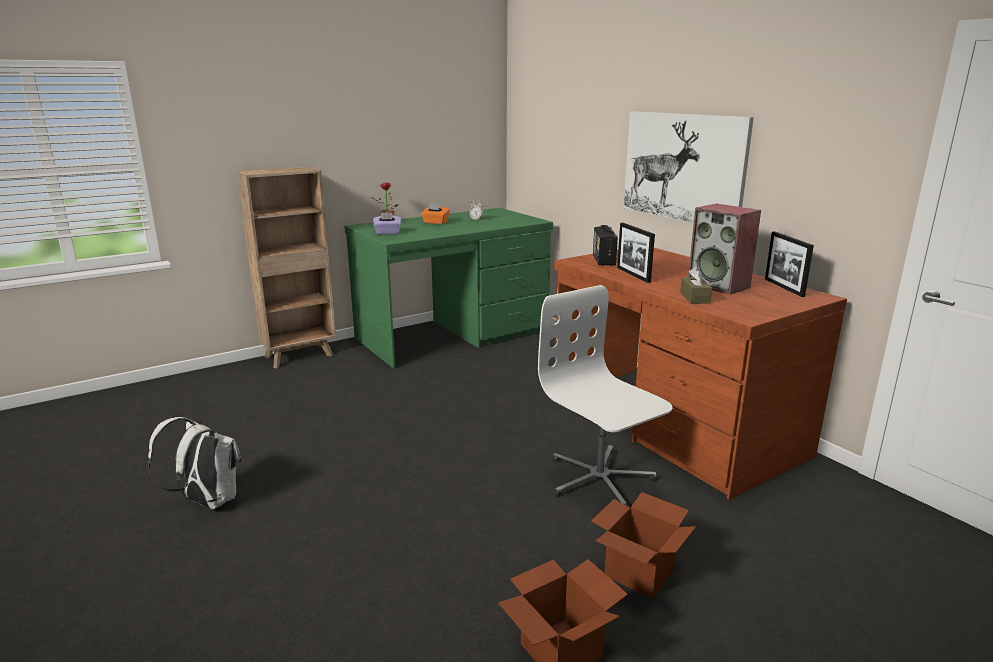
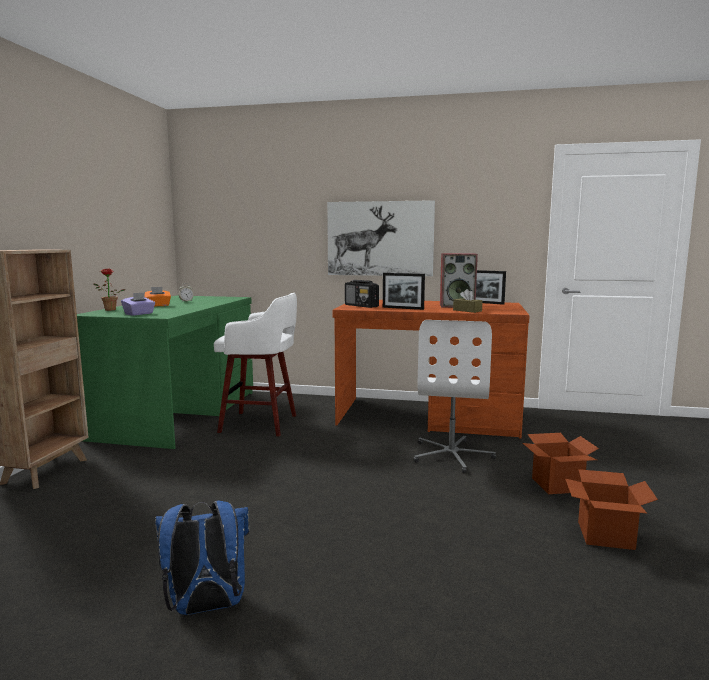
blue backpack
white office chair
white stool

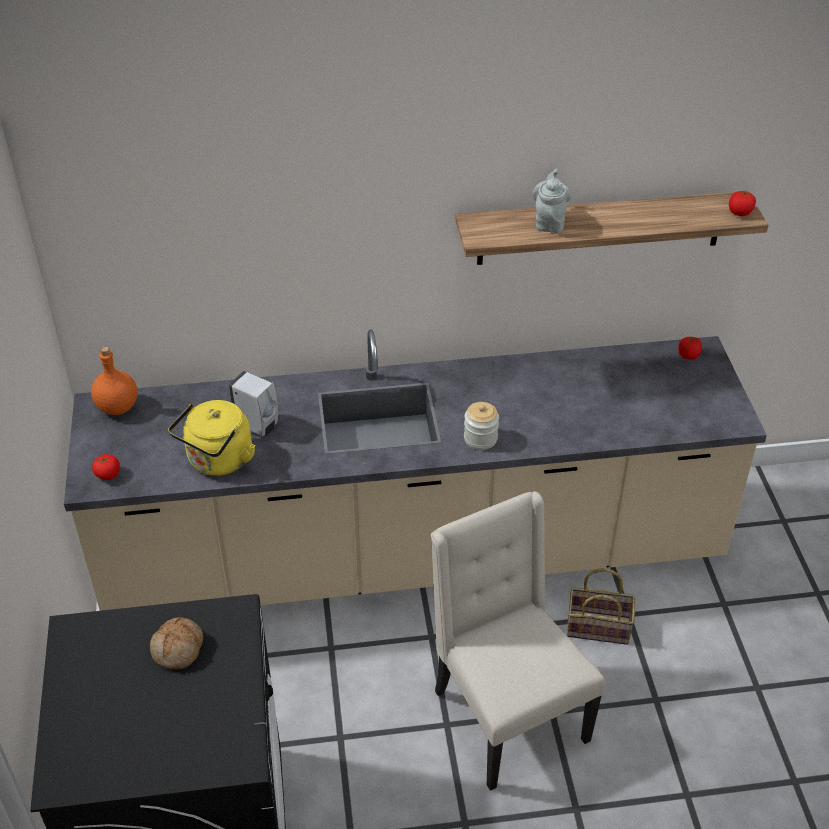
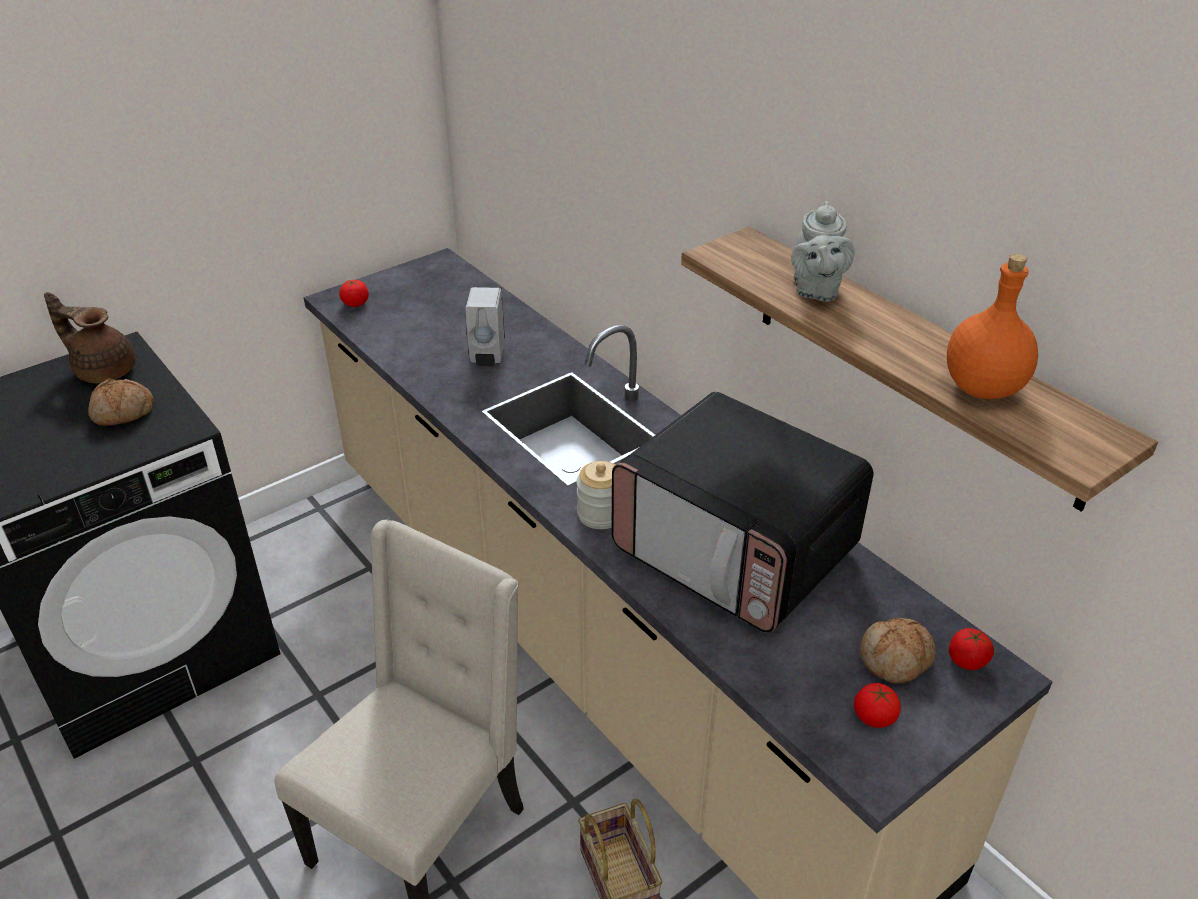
orange bottle
yellow kettle
grey teapot
tomato (no. 2 from left)
brown teapot
microwave
bread (no. 2 from left)

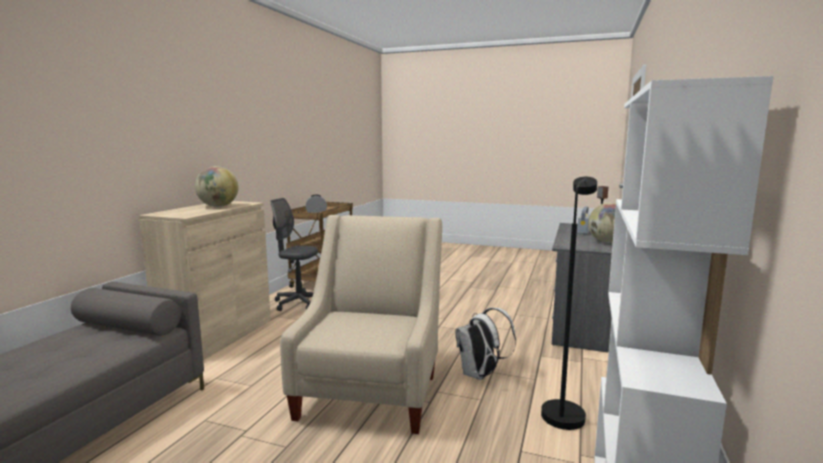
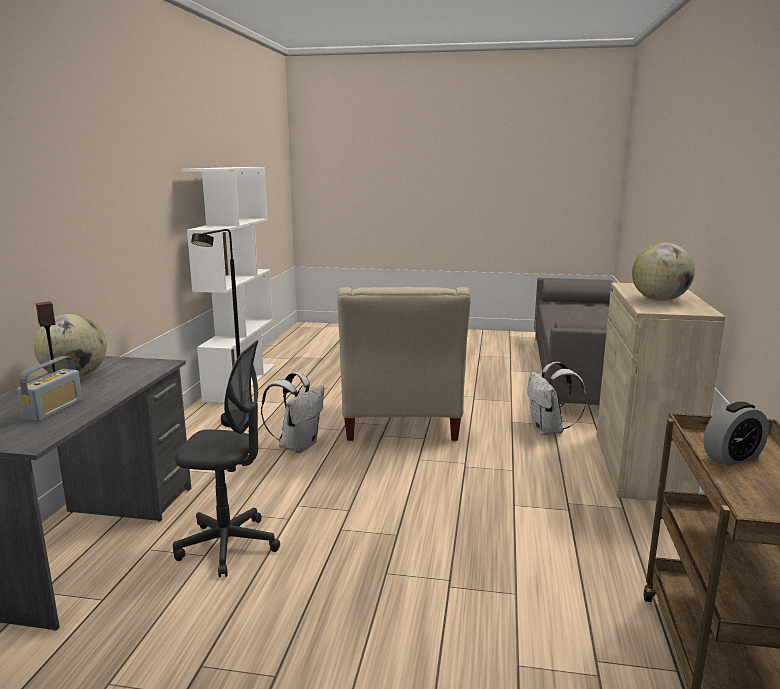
grey office chair
white backpack (no. 2 from left)

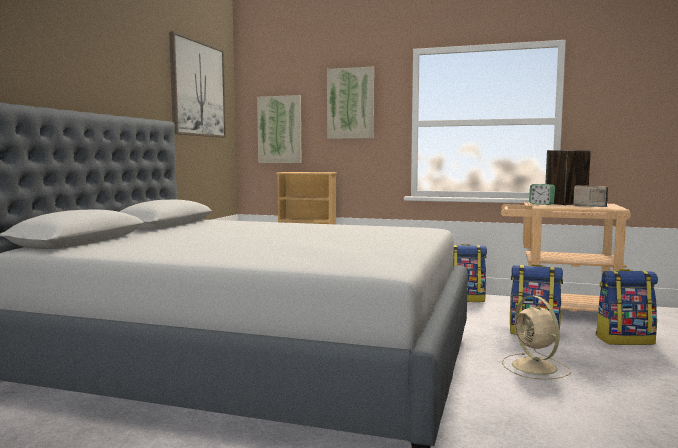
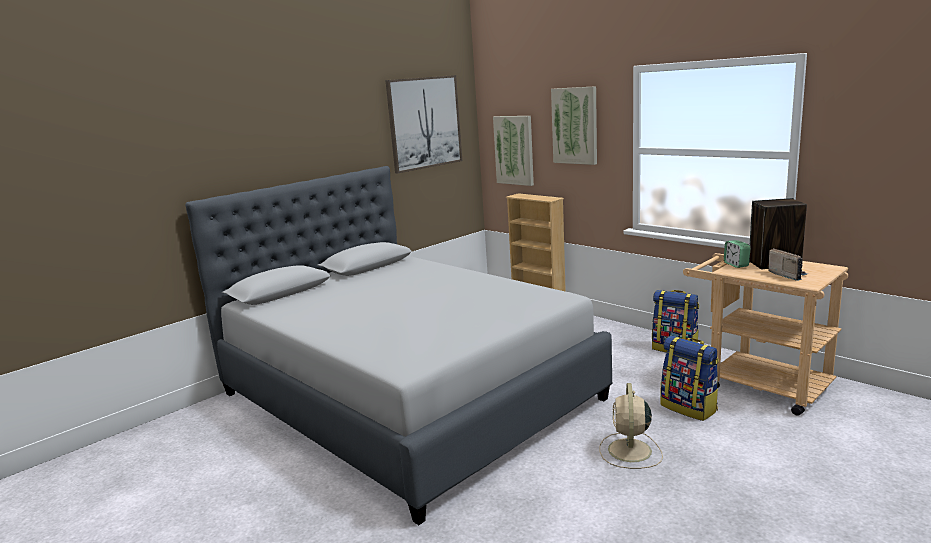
backpack (no. 3 from left in the first image)

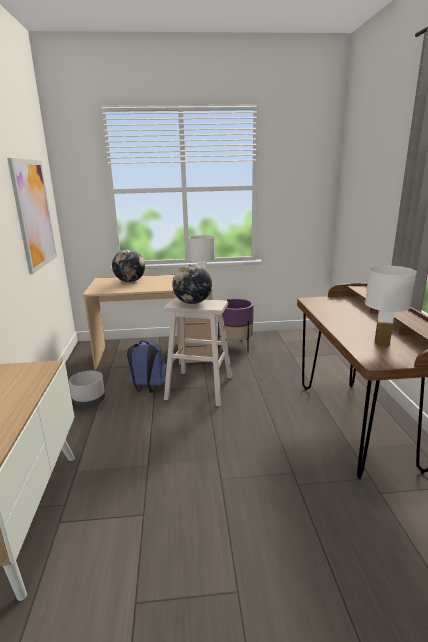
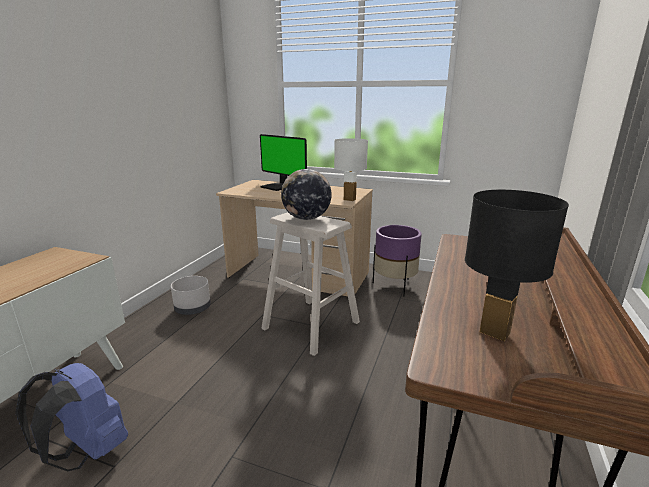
picture
monitor
blue backpack
black table lamp

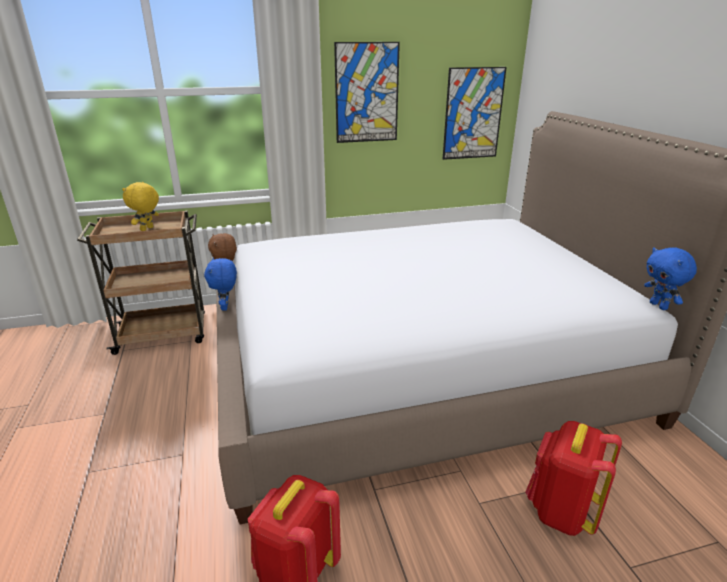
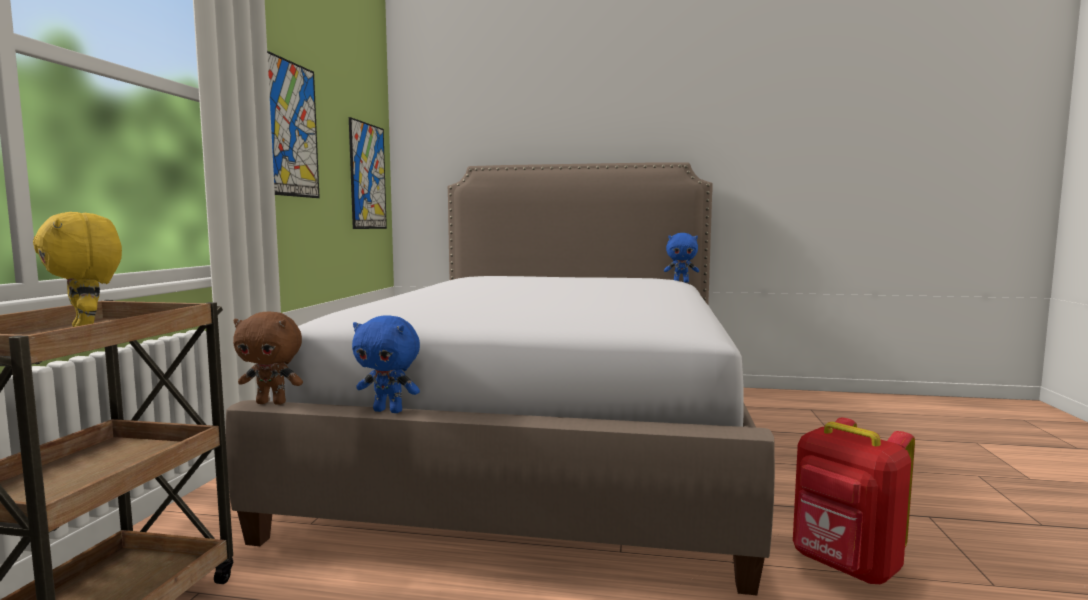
red backpack (no. 2 from left in the first image)

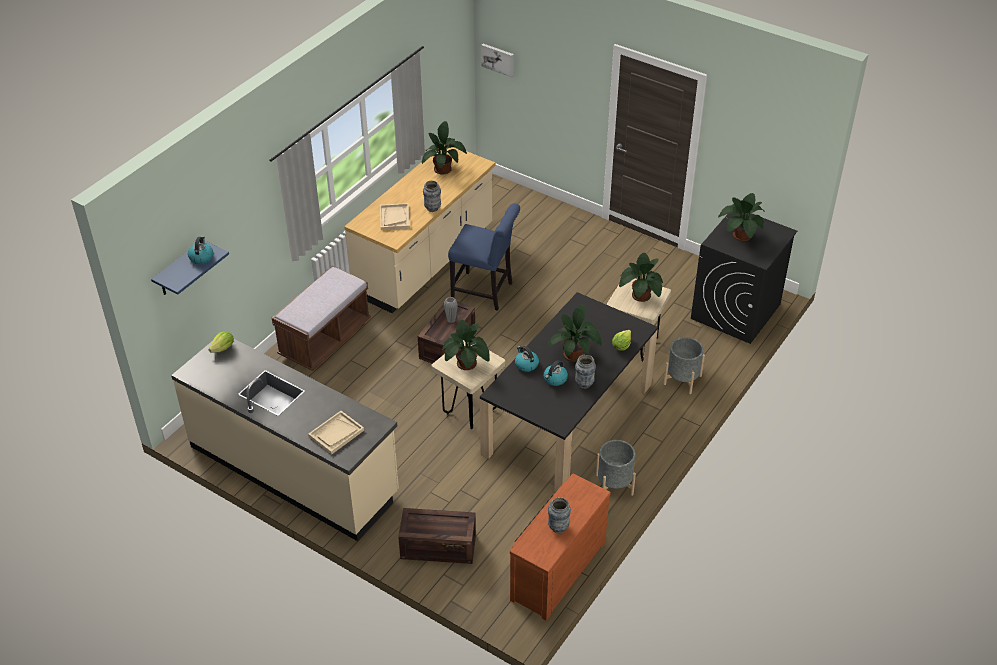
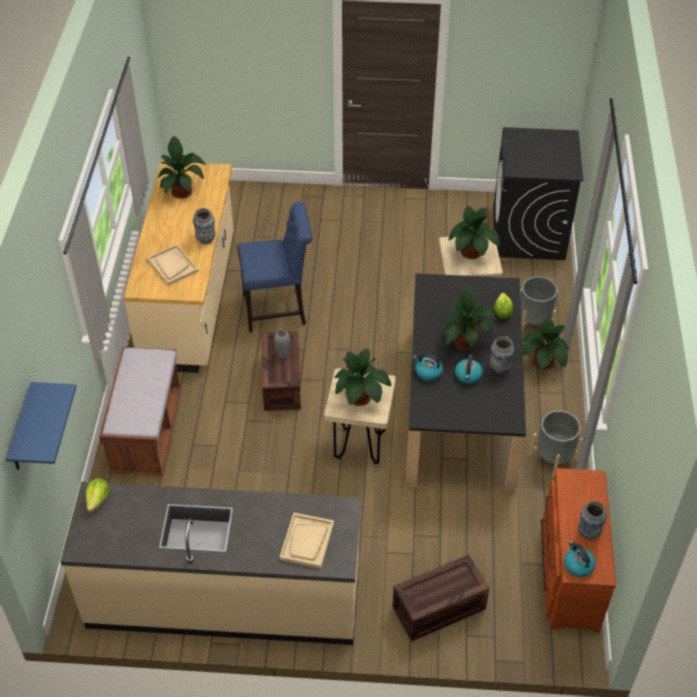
kettle (no. 3 from left)
picture
potted plant (no. 5 from left)

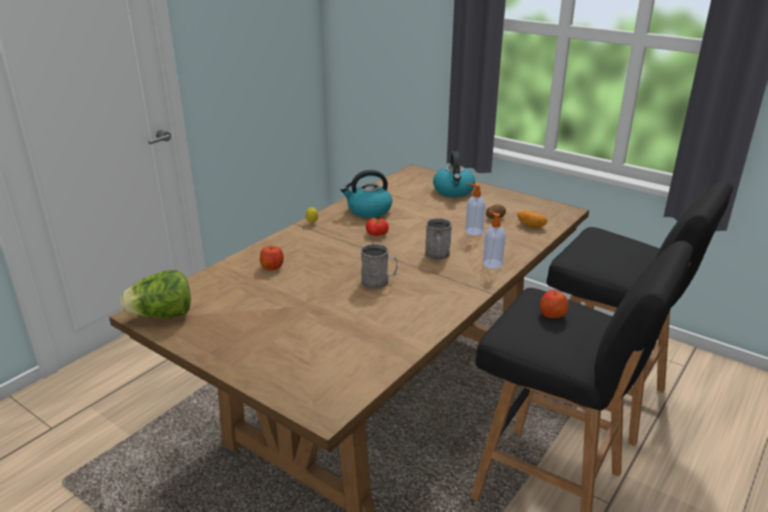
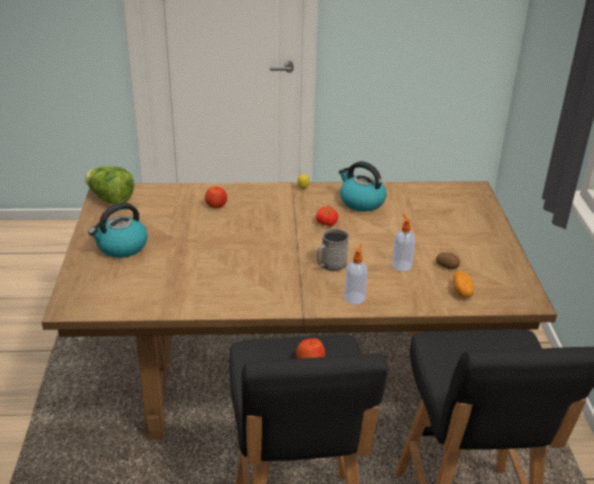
grey mug (no. 1 from left in the first image)
kettle (no. 1 from left)

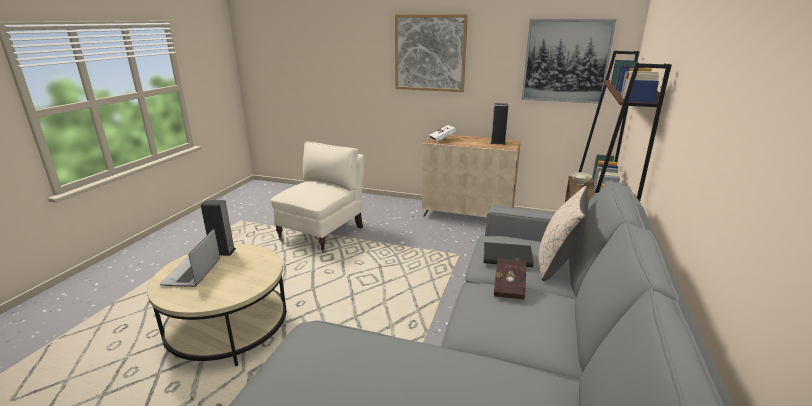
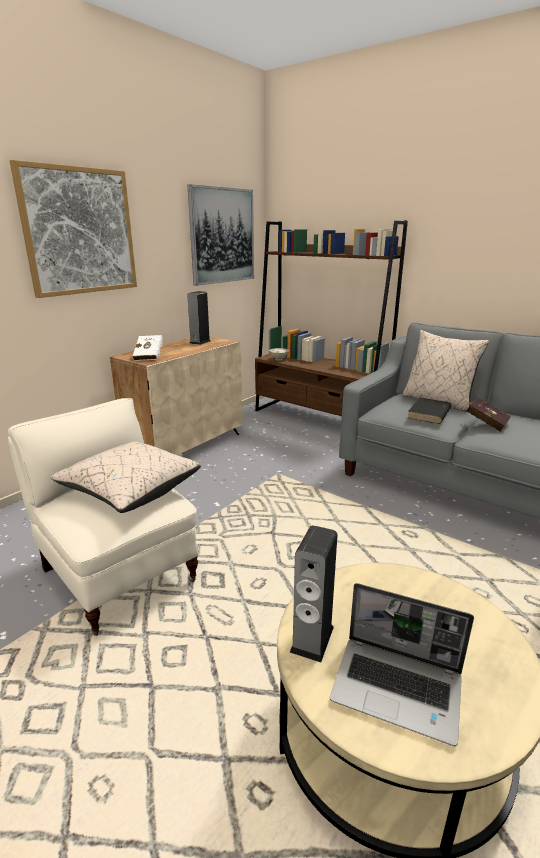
beige pillow (no. 1 from left)

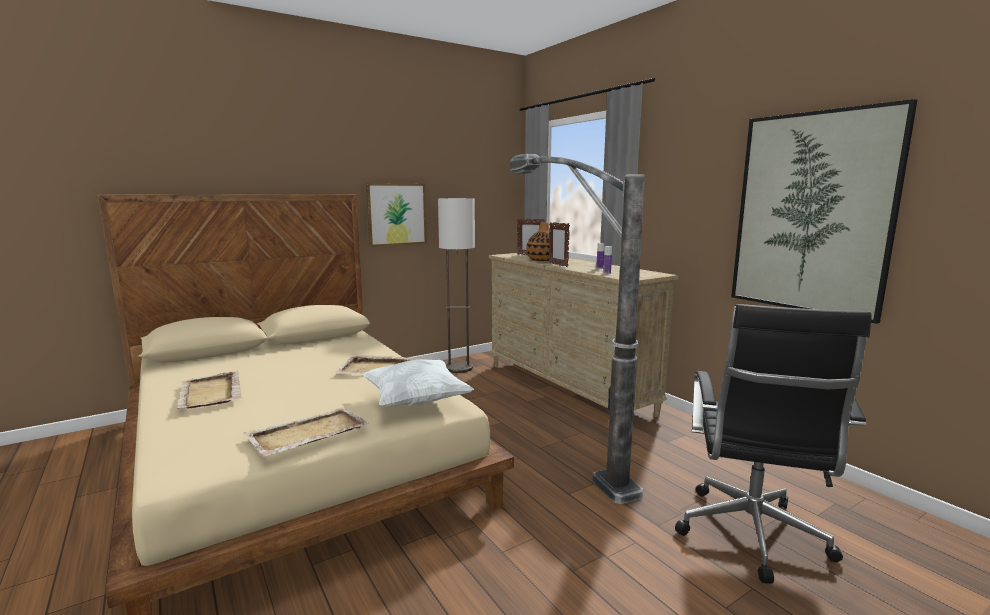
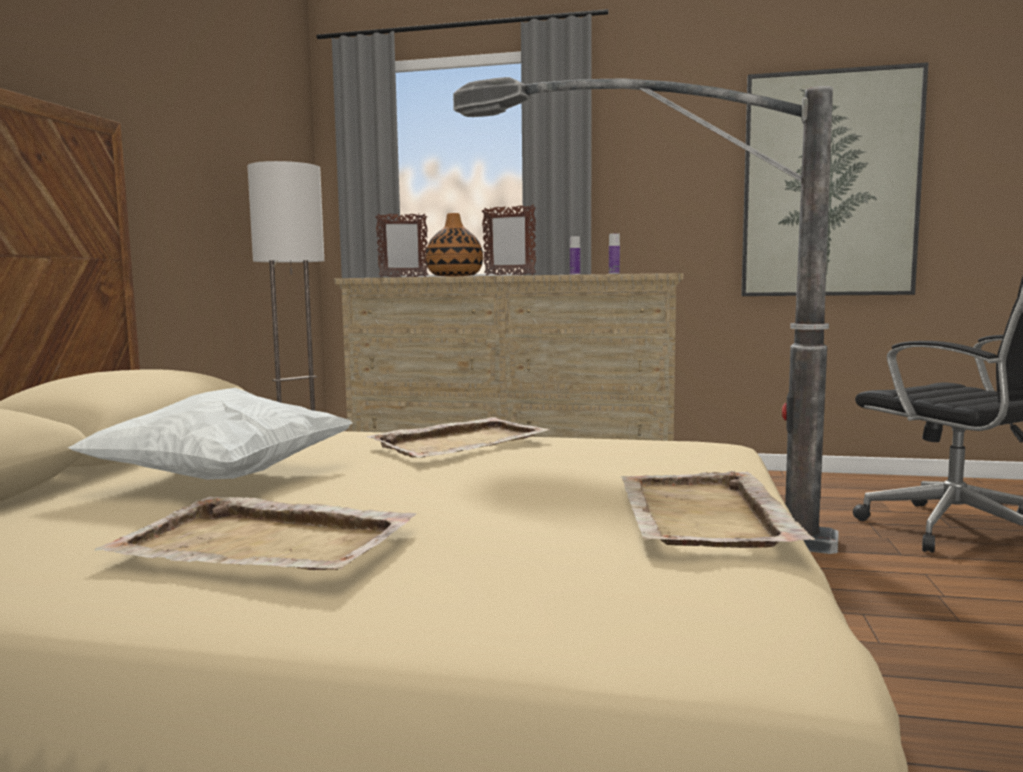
white pillow
picture (no. 1 from left in the first image)

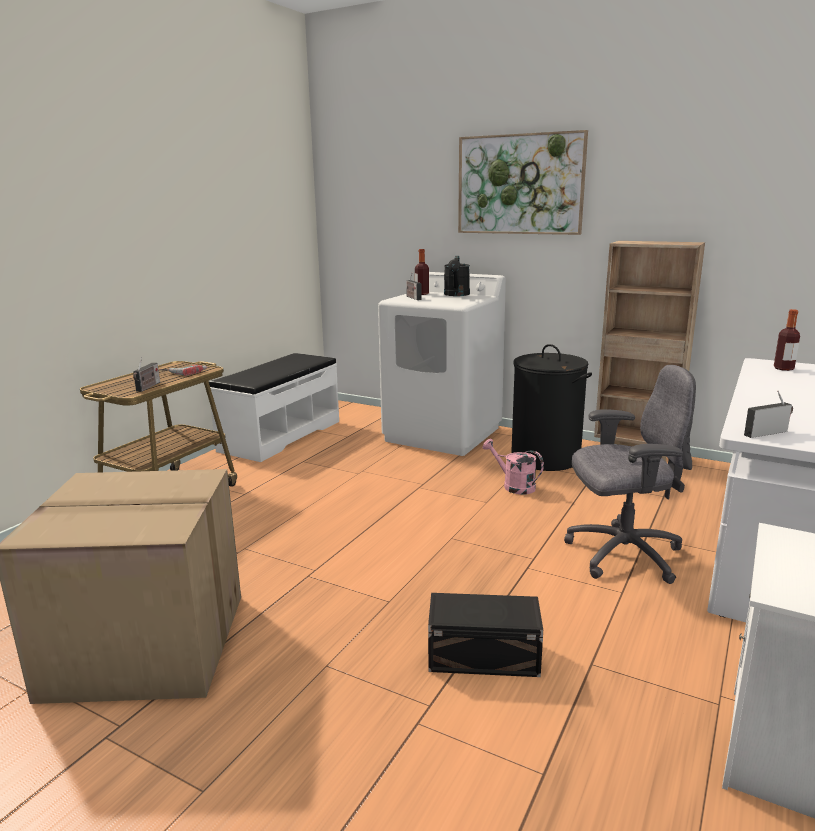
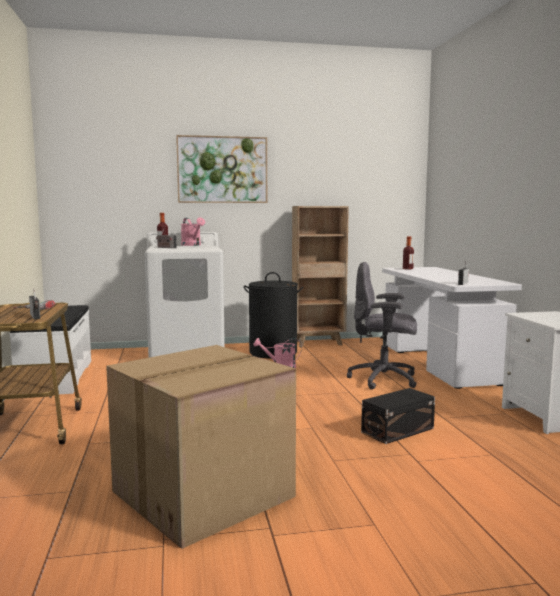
pink watering can (no. 1 from left)
grey office chair

